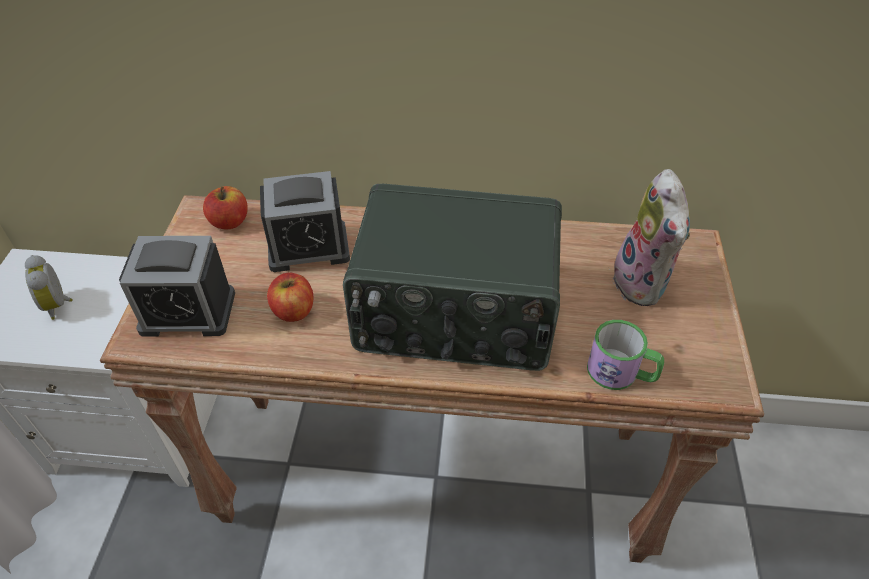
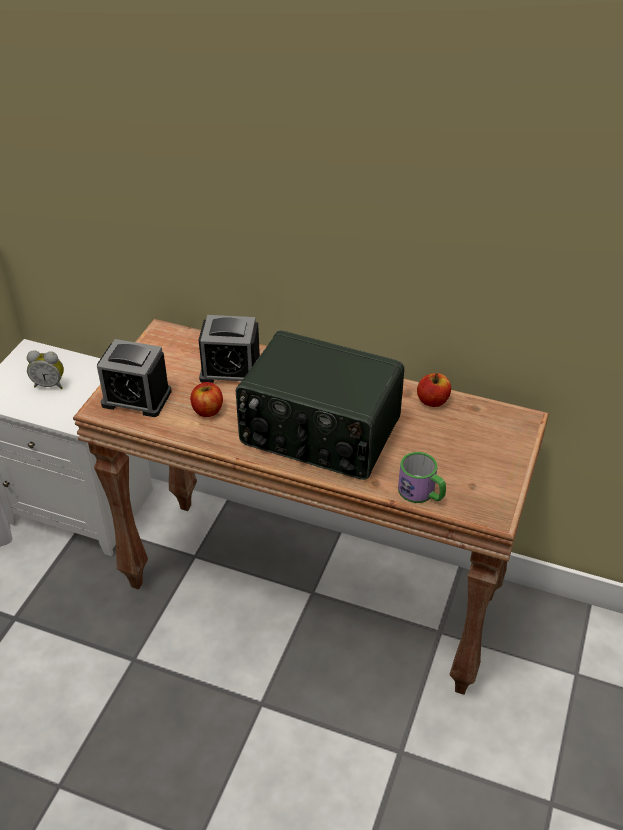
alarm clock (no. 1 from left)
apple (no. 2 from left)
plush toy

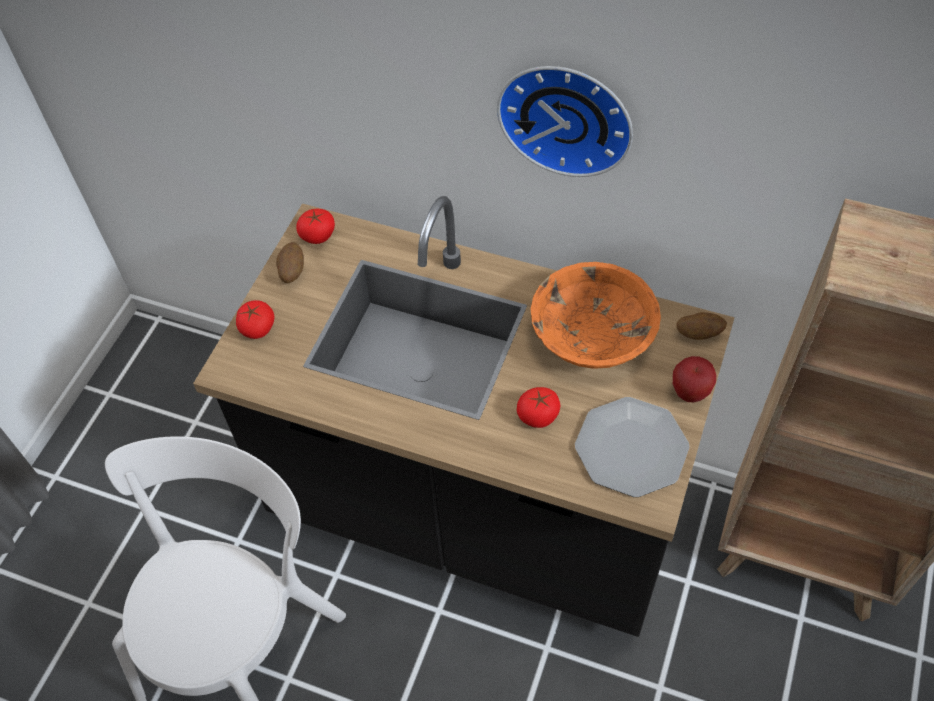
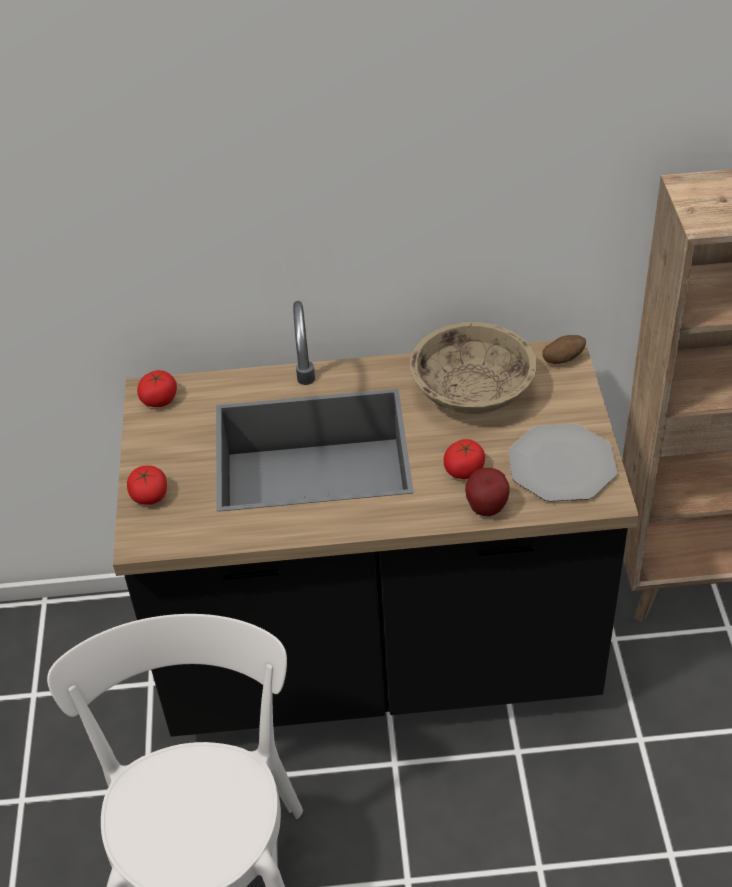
potato (no. 1 from left in the first image)
wall clock
beige bowl
apple

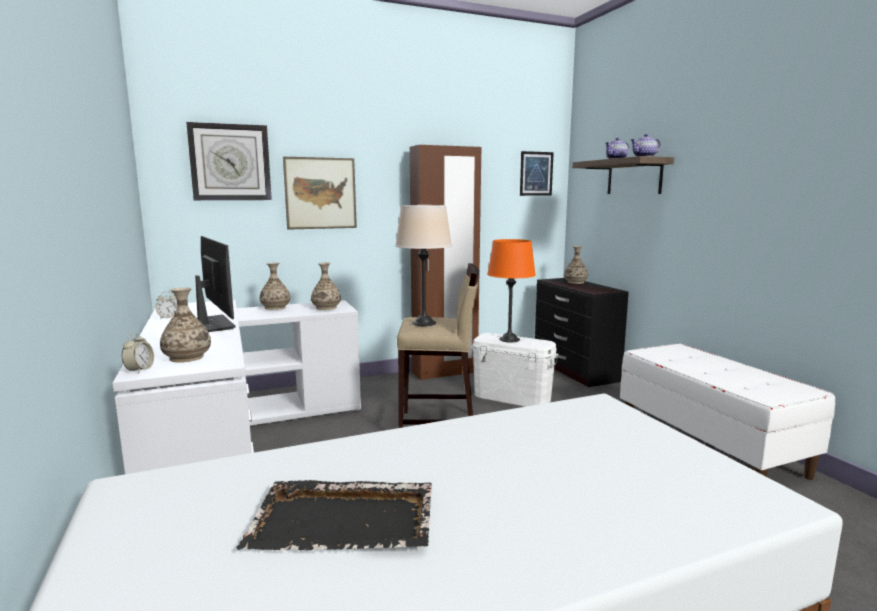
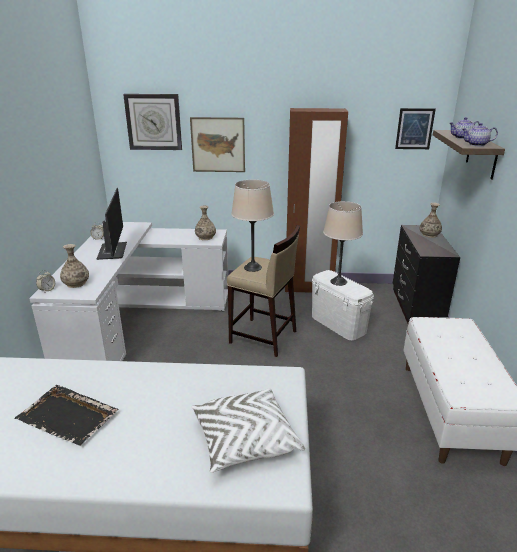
vase (no. 2 from left in the first image)
beige table lamp (no. 2 from left)
white pillow

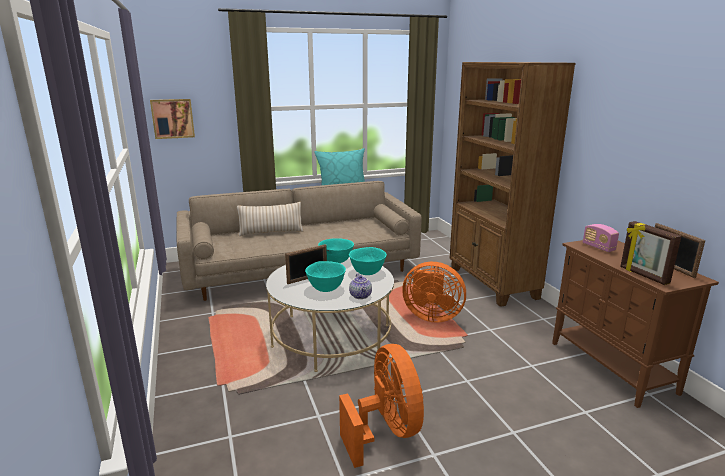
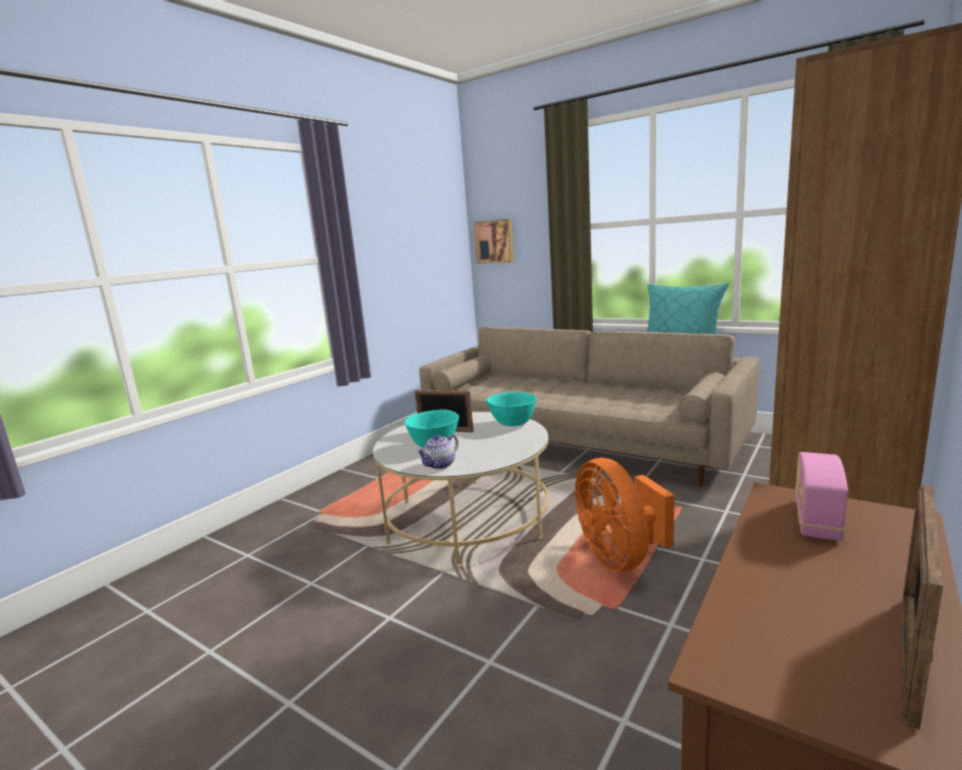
beige pillow
orange fan (no. 1 from left in the first image)
turquoise bowl (no. 3 from left in the first image)
picture frame (no. 2 from left in the first image)

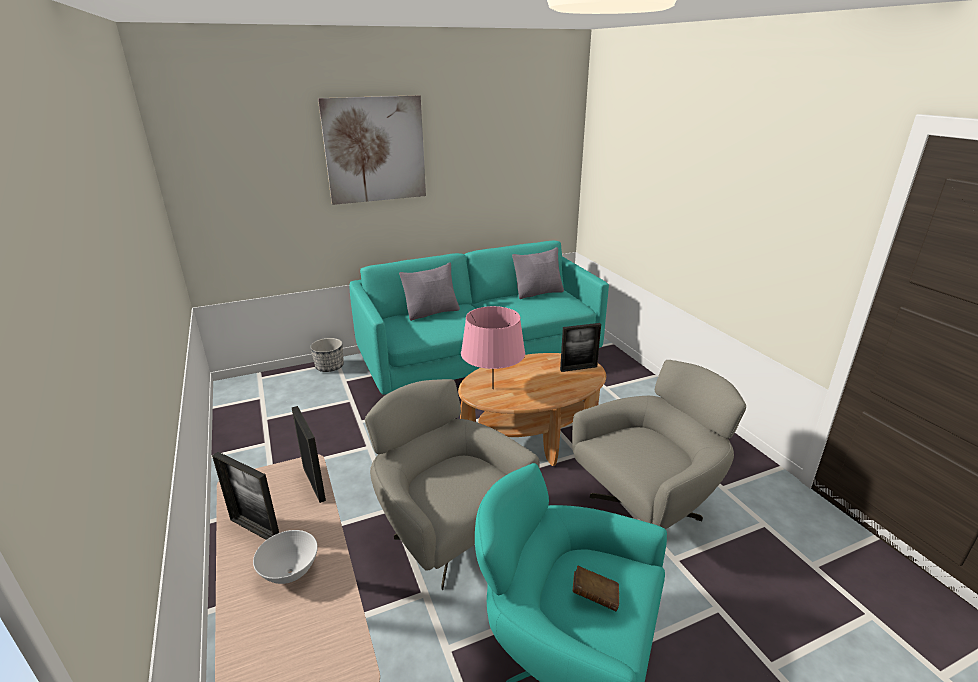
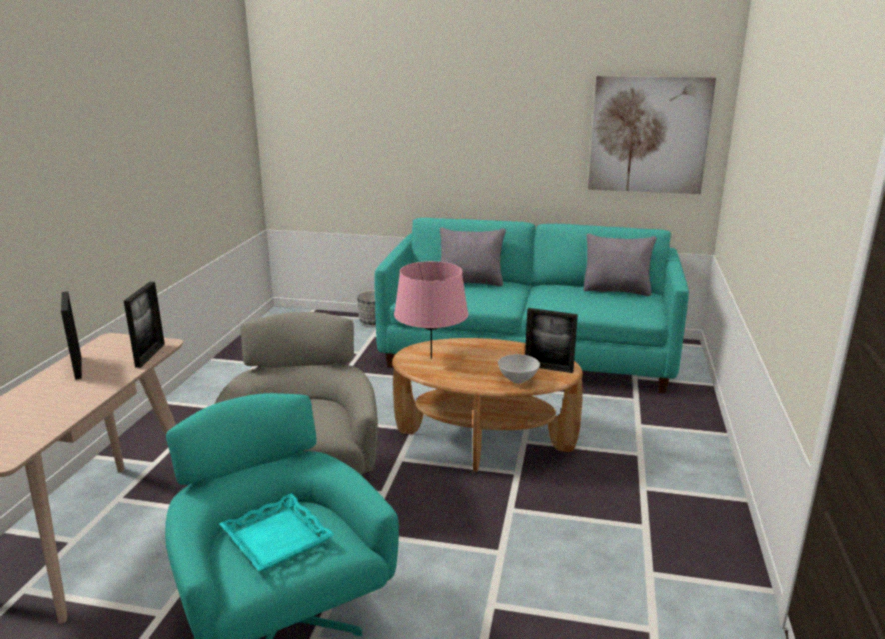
white bowl
picture
grey armchair (no. 2 from left in the first image)
turquoise tray

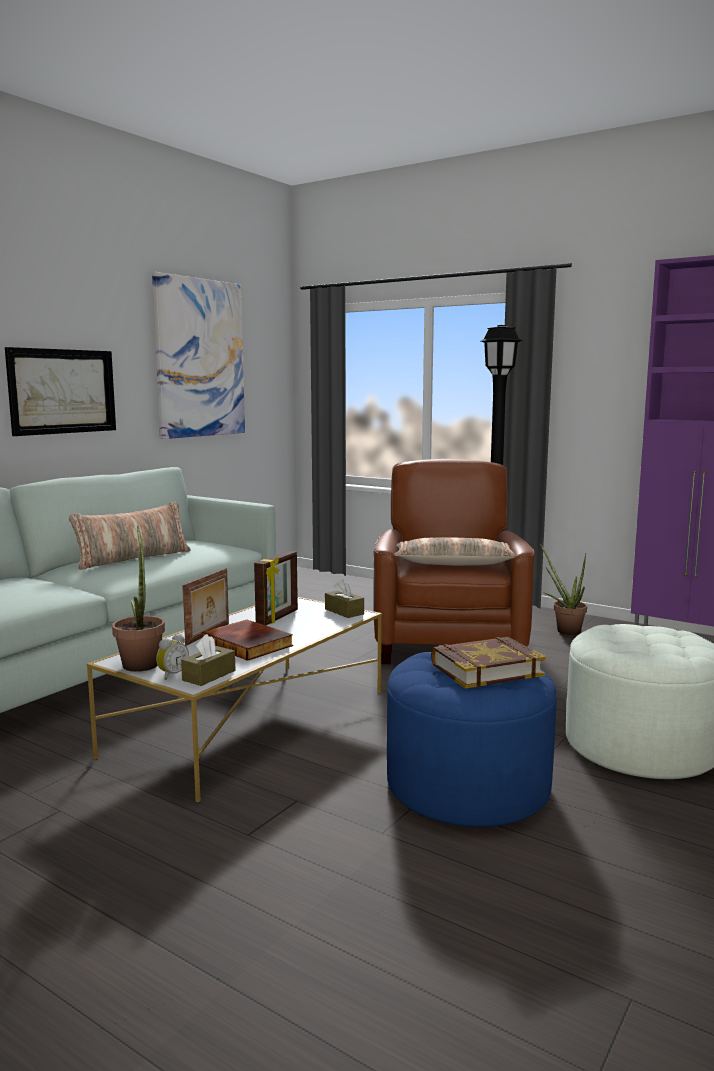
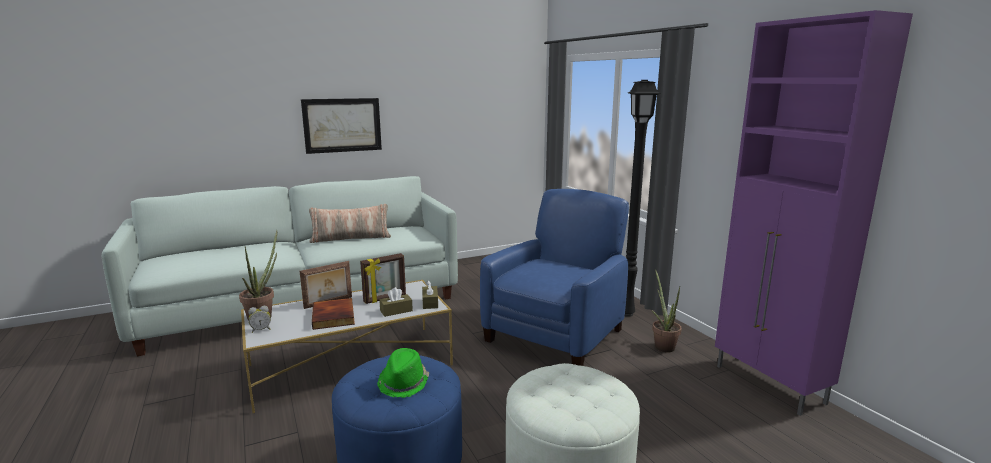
picture (no. 2 from left in the first image)
brown tissue box (no. 1 from left)
blue armchair
pillow (no. 2 from left in the first image)
green hat

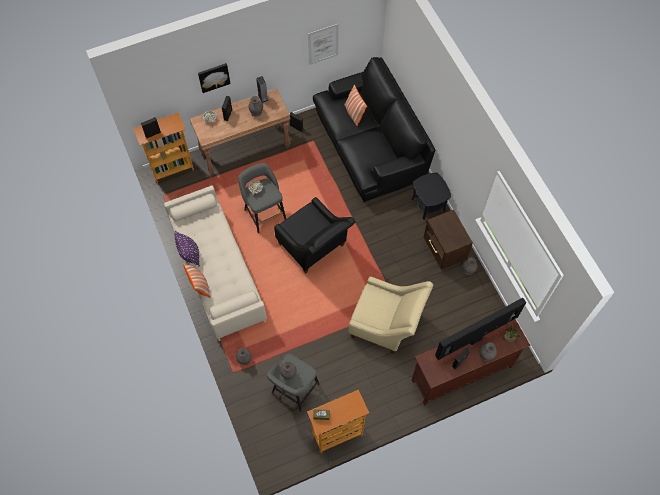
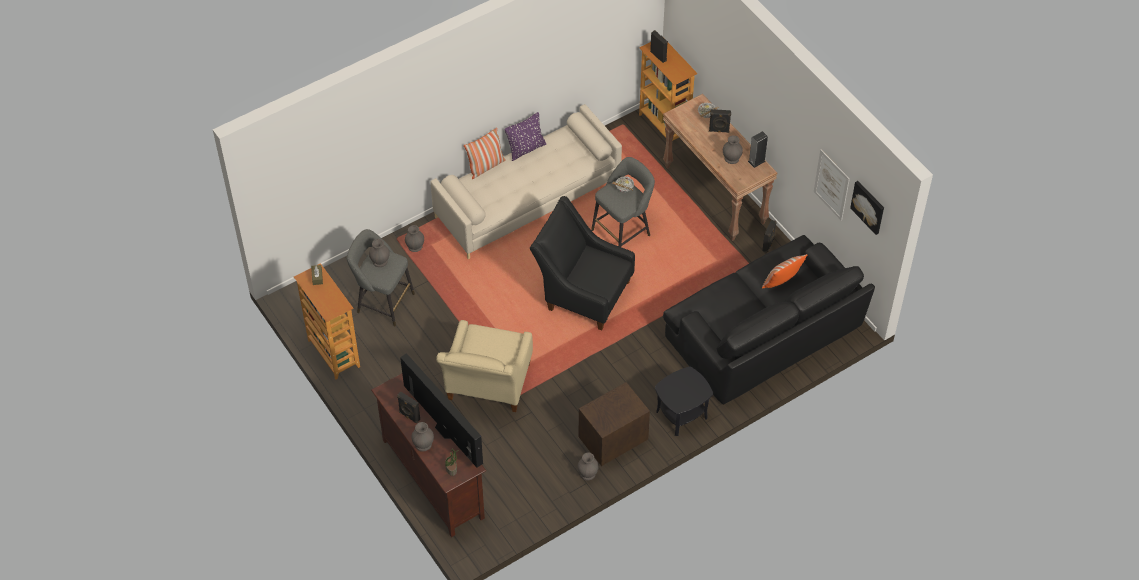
picture (no. 2 from left)
black armchair

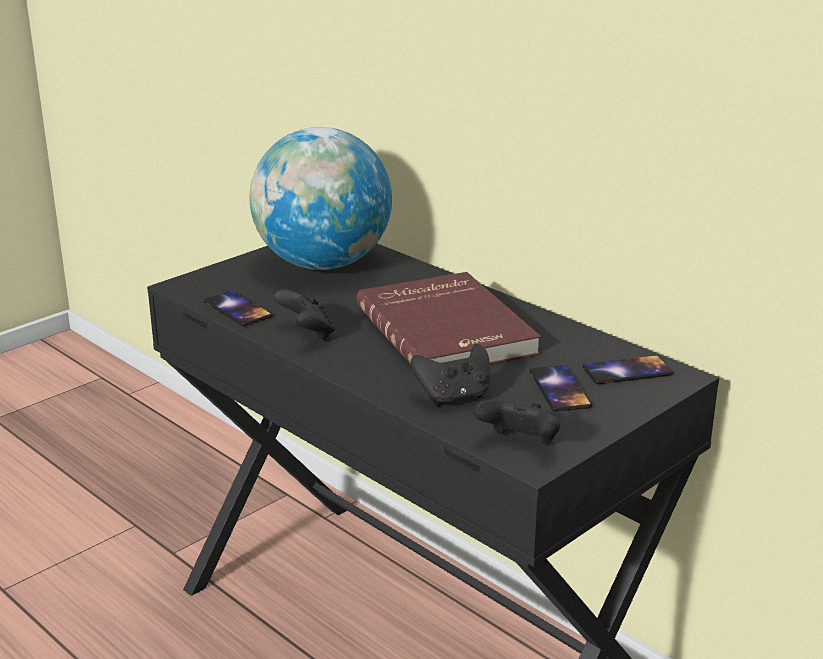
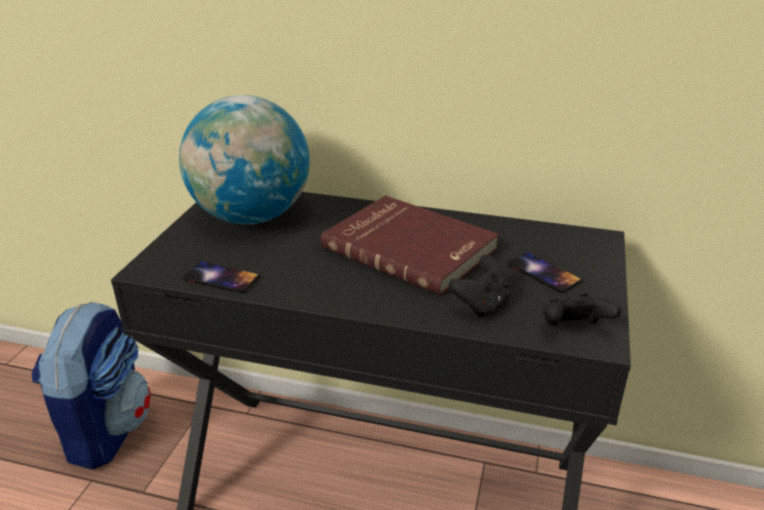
black game controller (no. 1 from left in the first image)
phone (no. 3 from left in the first image)
backpack

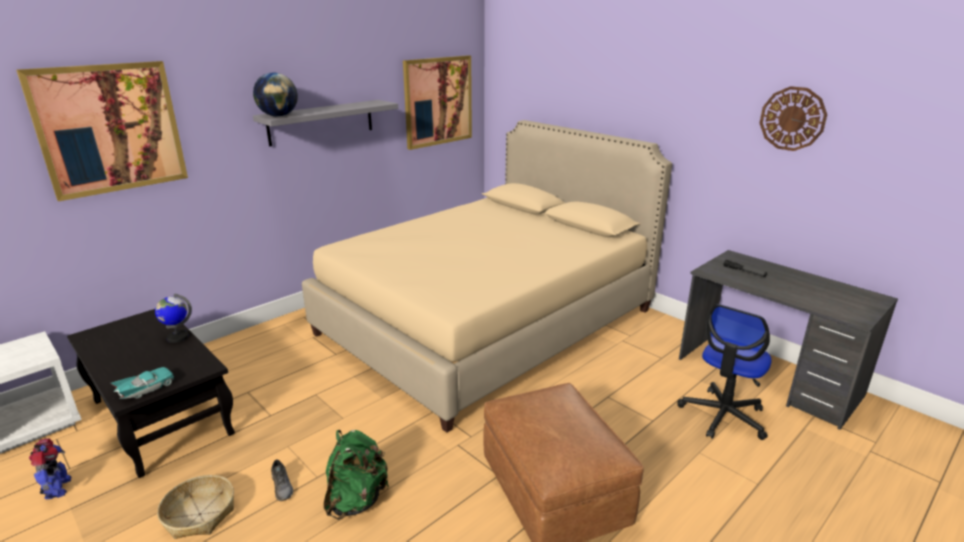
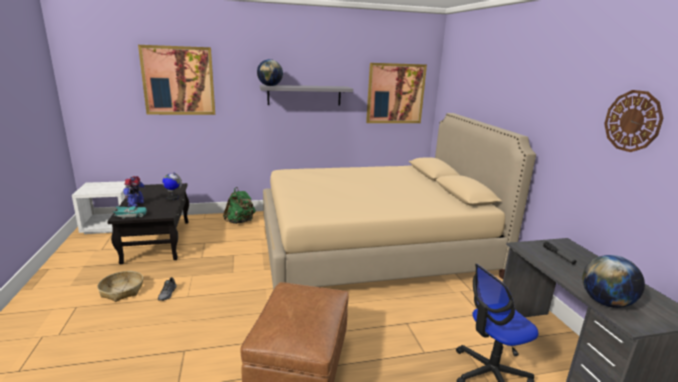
toy robot
green backpack
globe (no. 3 from left)

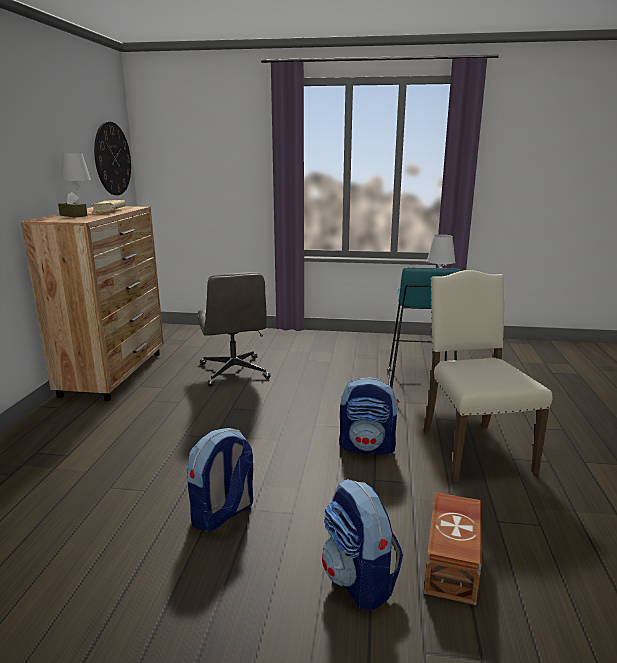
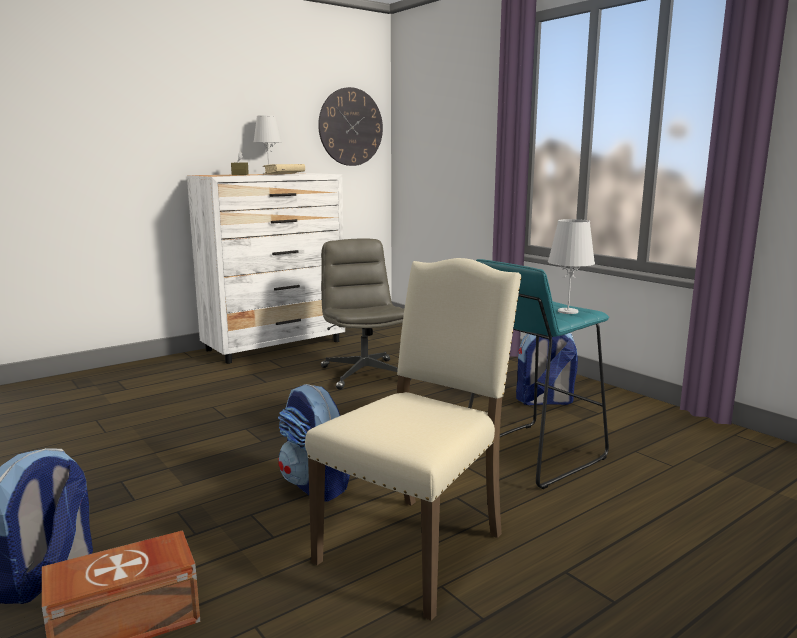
white dresser
backpack (no. 3 from left)
grey office chair

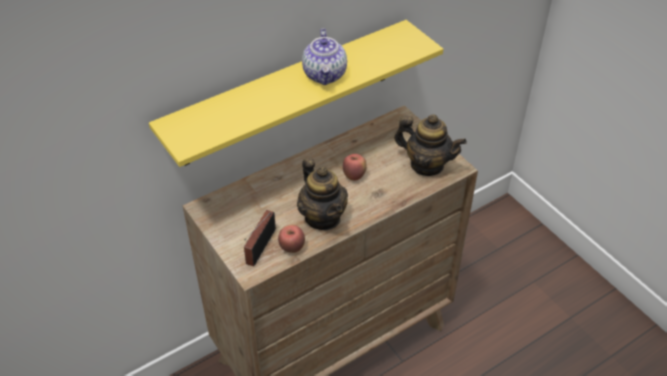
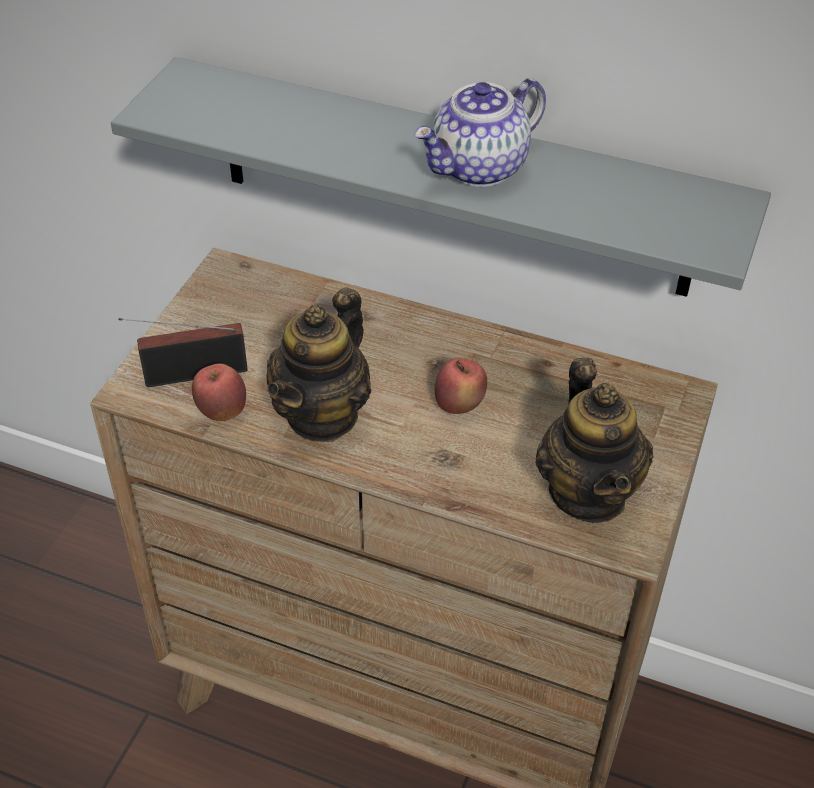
grey shelf

